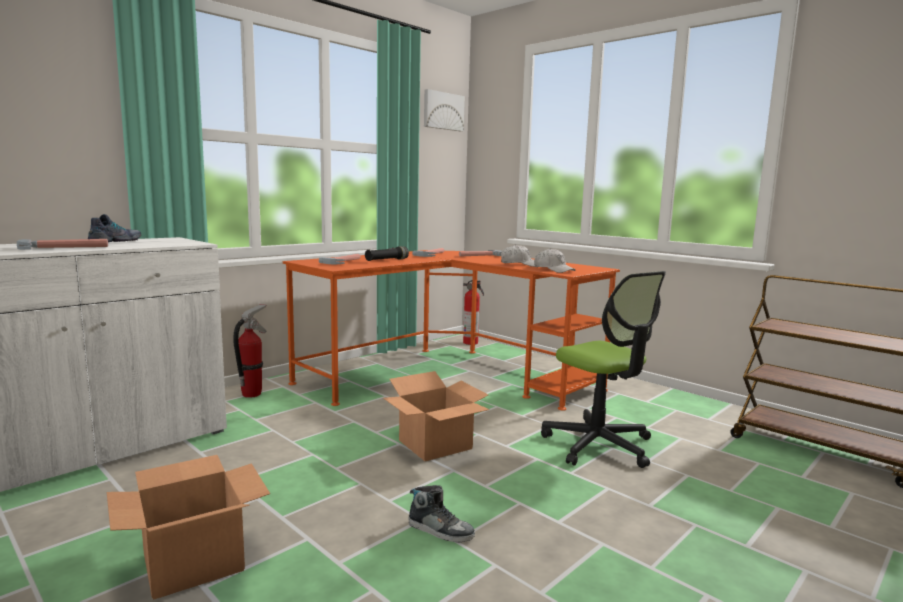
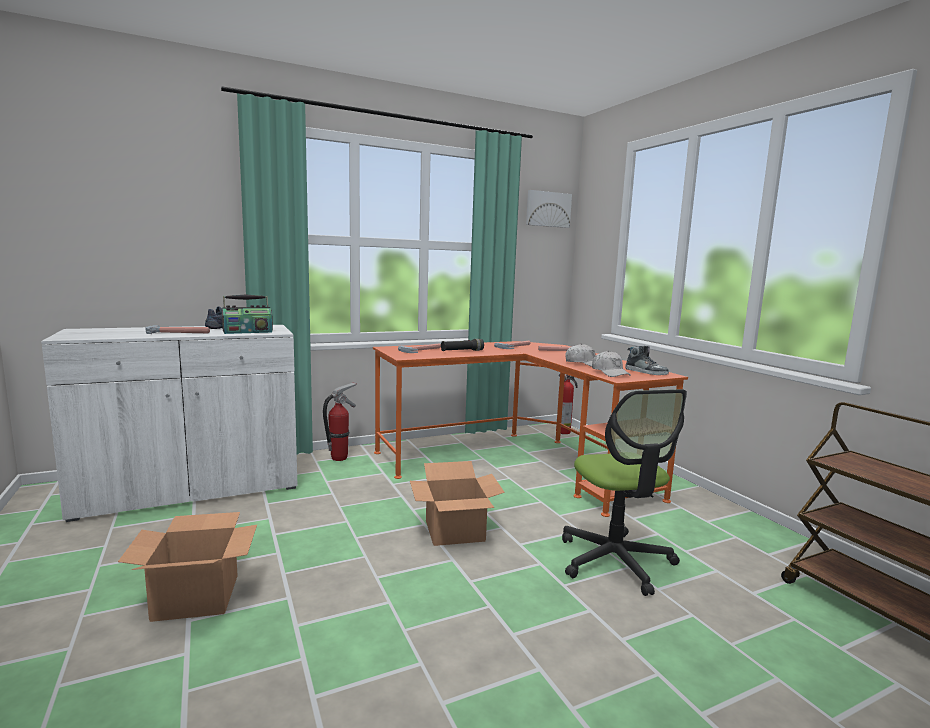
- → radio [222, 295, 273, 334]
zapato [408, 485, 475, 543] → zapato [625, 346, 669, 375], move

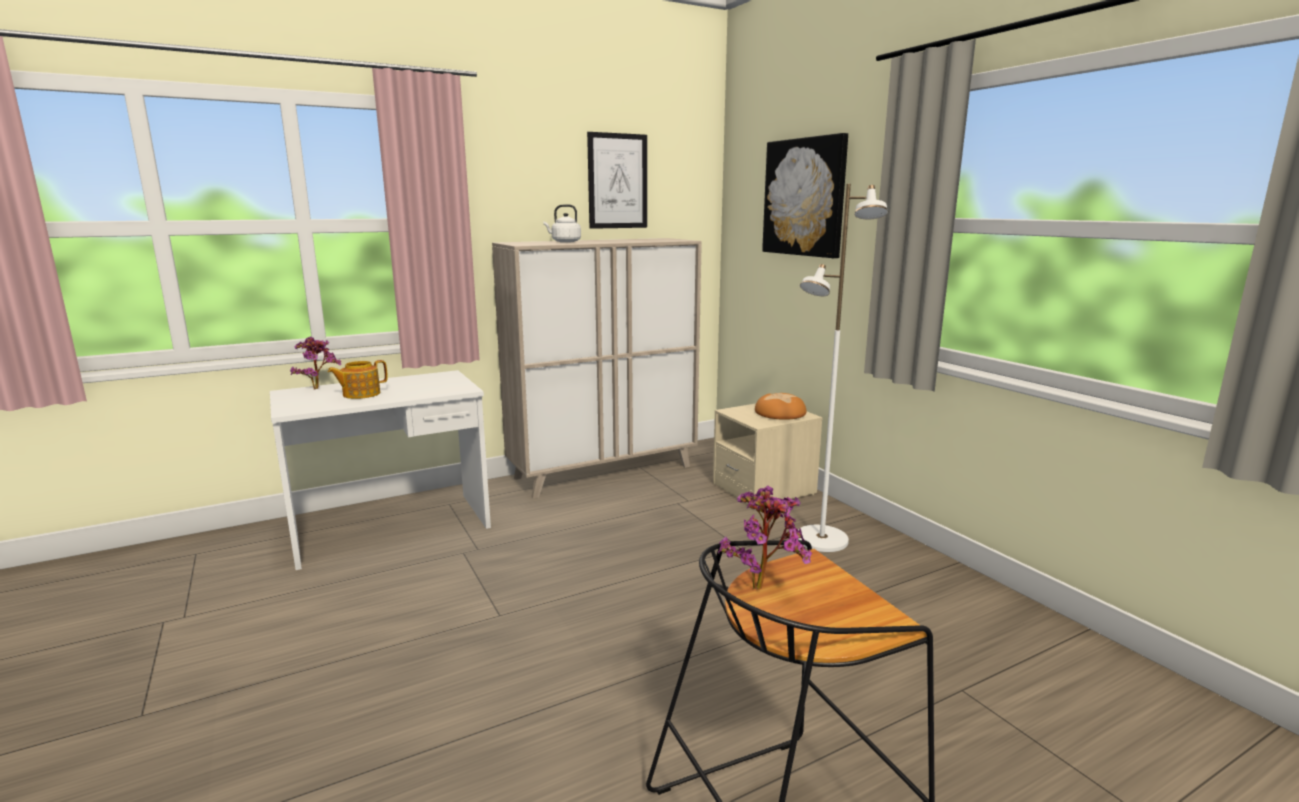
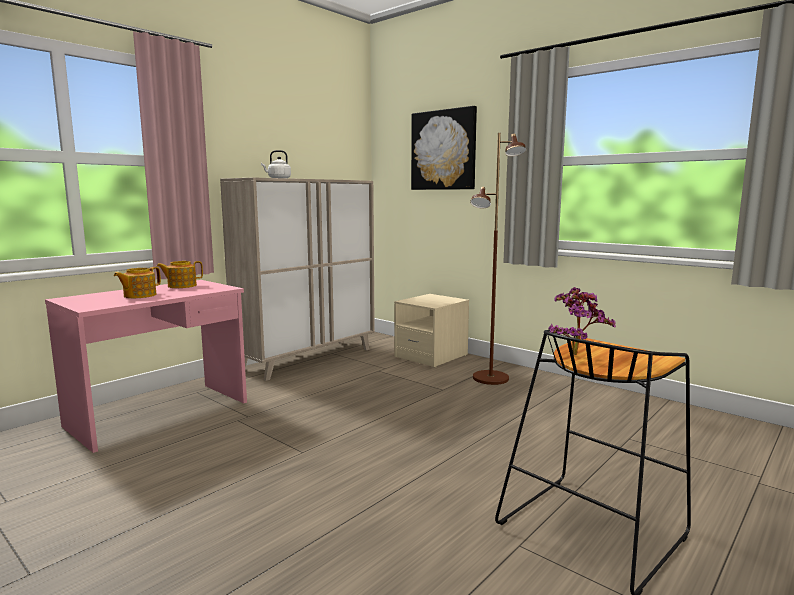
escritorio/blanco [270, 370, 491, 570] → escritorio/rosa [45, 280, 247, 453]
- → tetera [156, 261, 203, 288]
lámpara de pie/blanco [798, 184, 888, 552] → lámpara de pie/marrón [470, 133, 527, 385]
planta en maceta [290, 337, 341, 389] → -
cuadro [587, 132, 647, 229] → -
pan [755, 393, 806, 420] → -

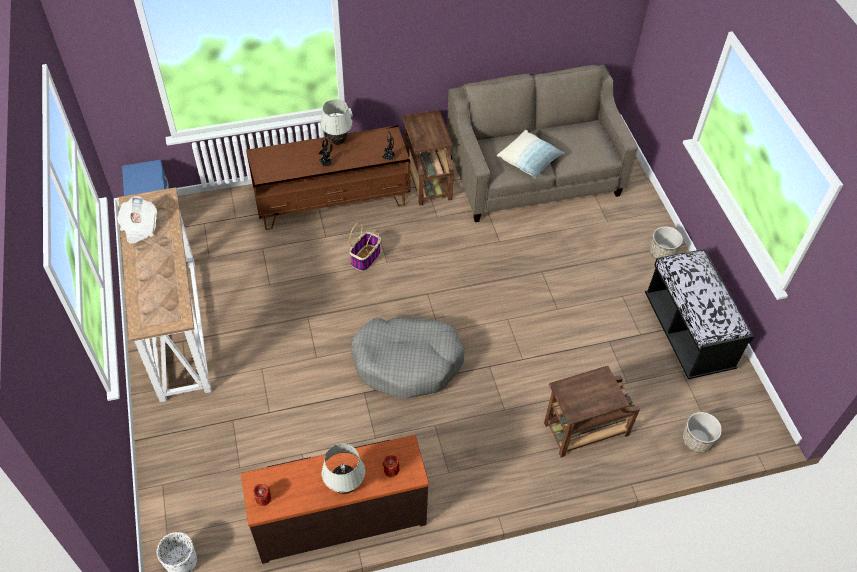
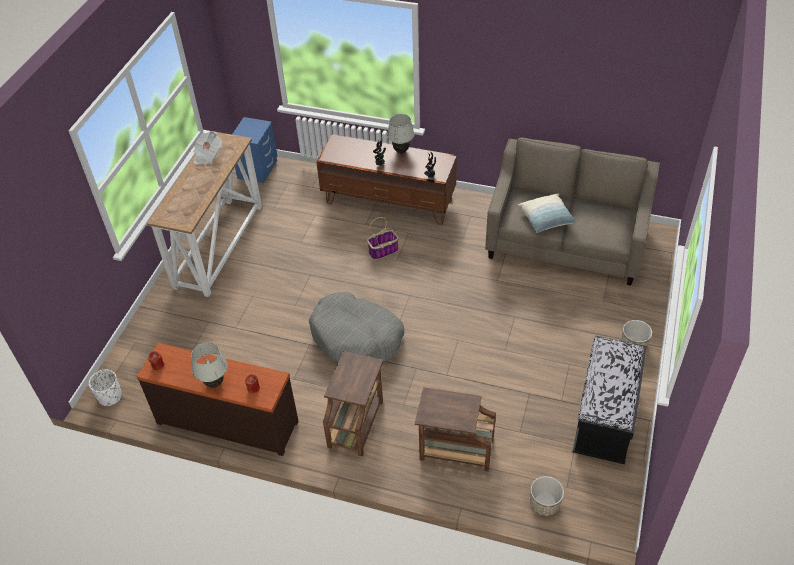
mesa auxiliar/marrón [402, 110, 454, 206] → mesa auxiliar/marrón [323, 351, 383, 456], move

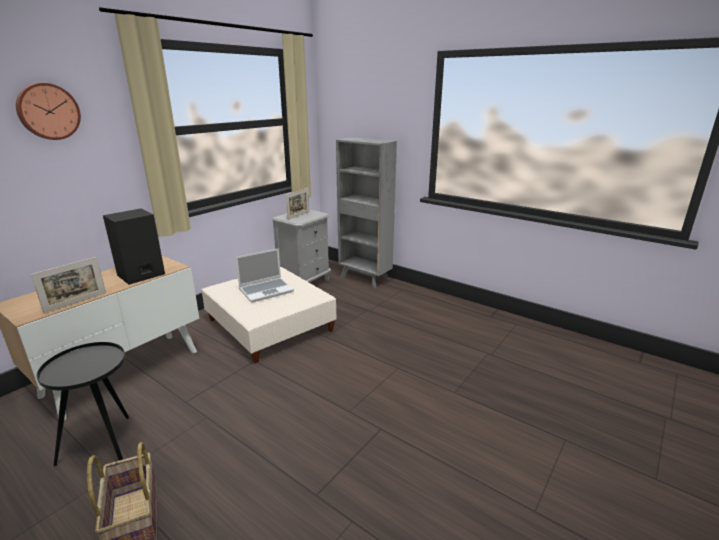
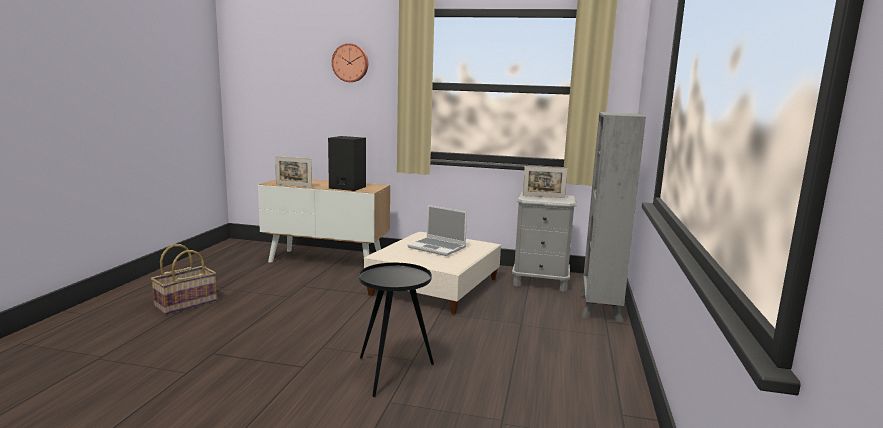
mesa auxiliar/negro [37, 342, 129, 466] → mesa auxiliar/negro [359, 263, 434, 397], move

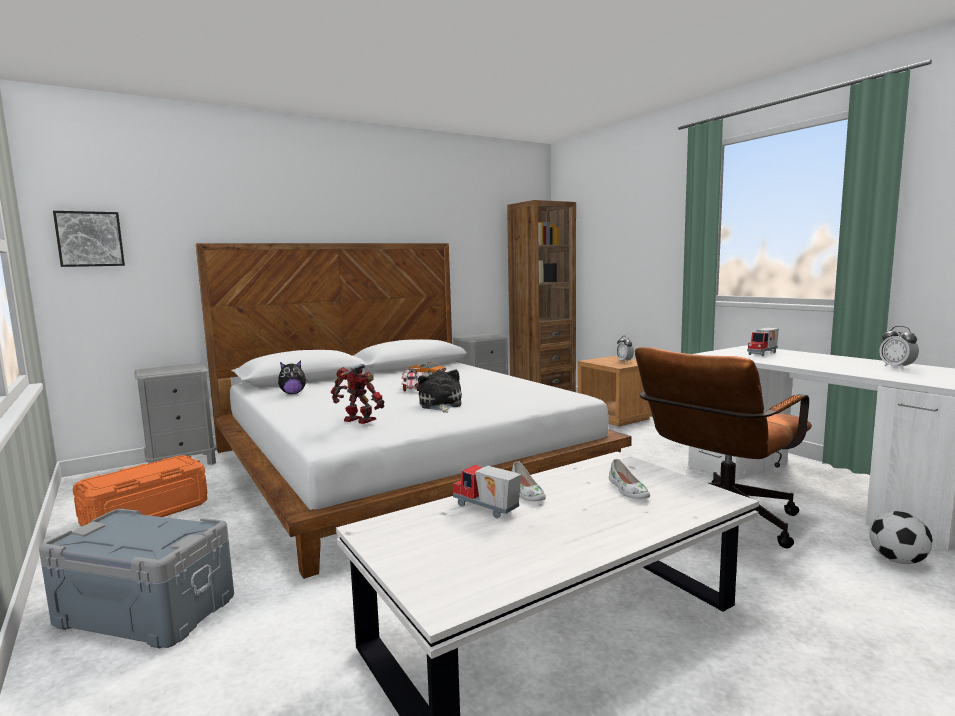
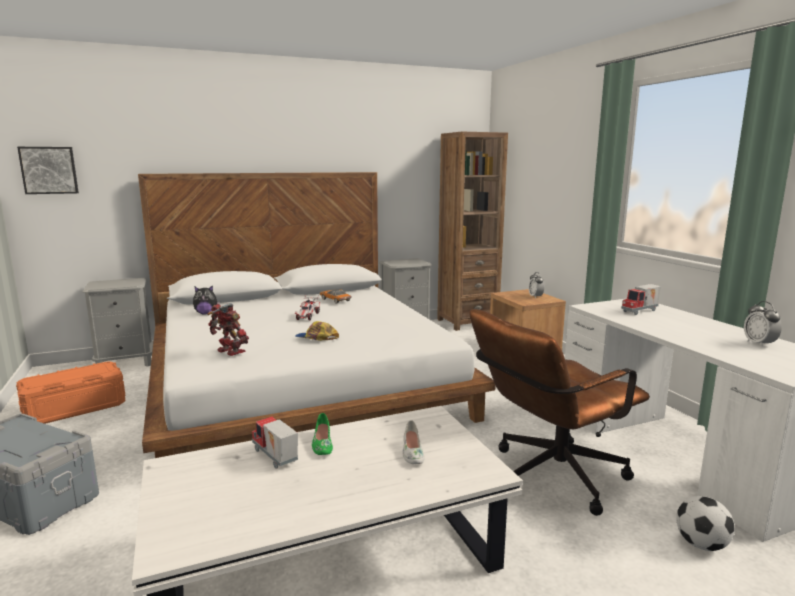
peluche [418, 369, 462, 413] → gorra [295, 321, 339, 341]
zapato/blanco [512, 461, 546, 502] → zapato/verde [312, 413, 333, 455]

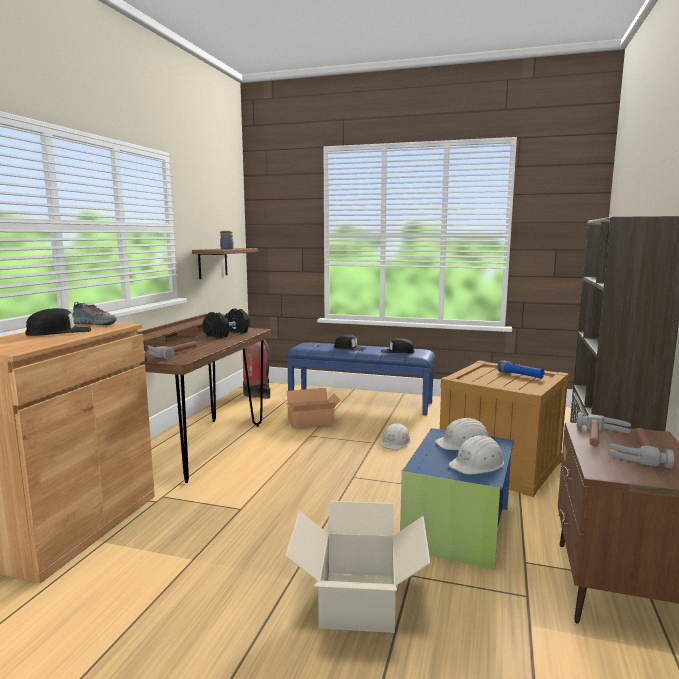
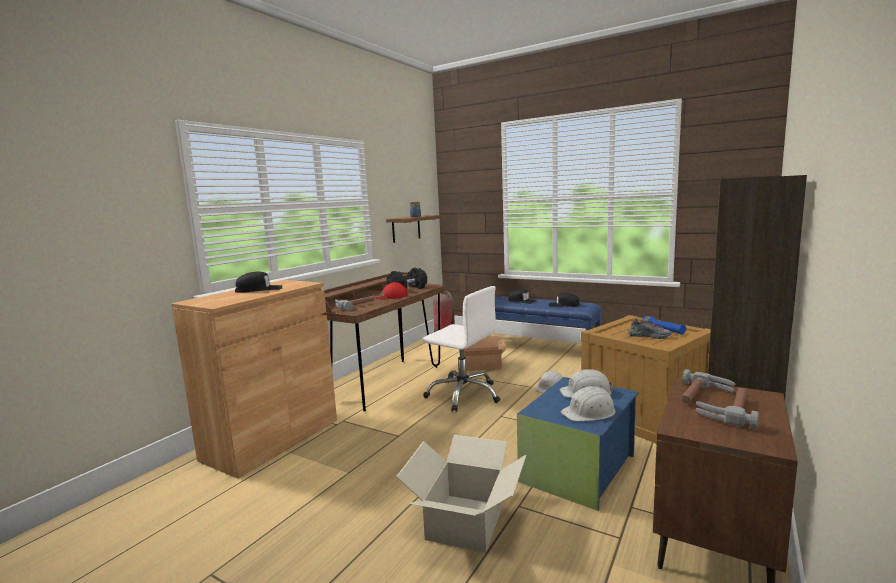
- → gorra/rojo [375, 282, 408, 300]
- → silla de oficina/blanco [423, 286, 500, 412]
zapato [72, 302, 117, 325] → zapato [628, 318, 672, 339], move

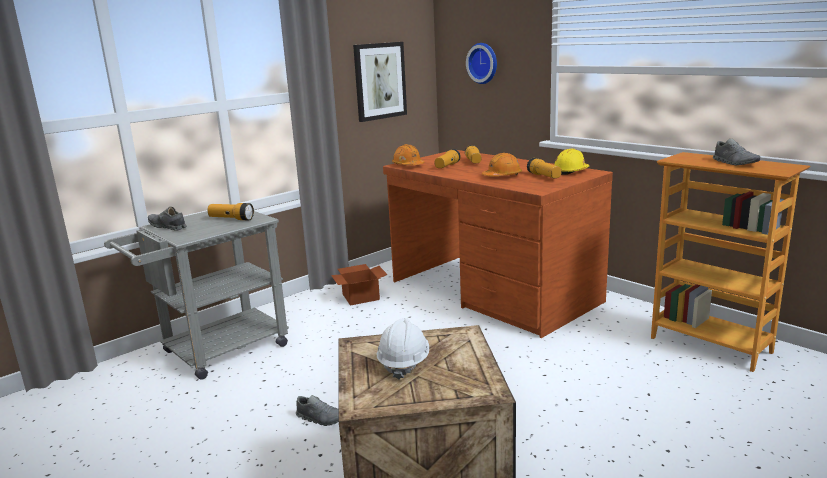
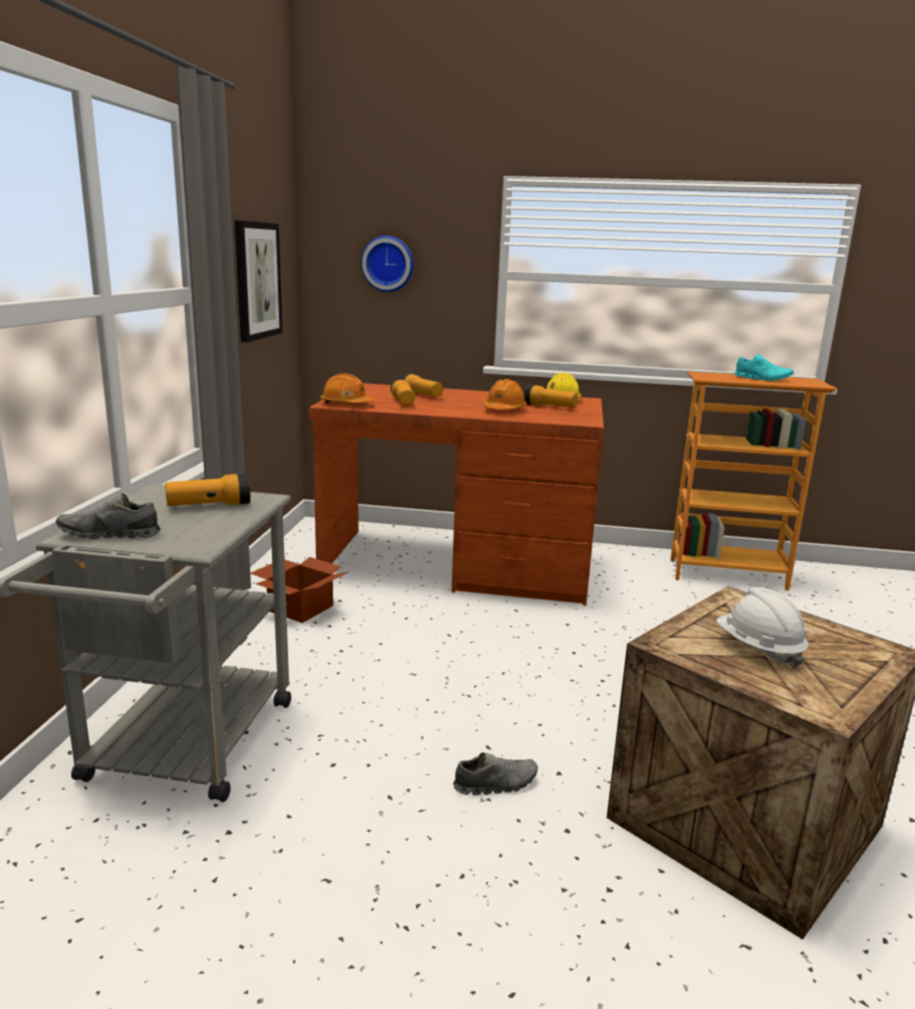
zapato/gris [713, 138, 760, 166] → zapato/turquesa [734, 353, 794, 381]

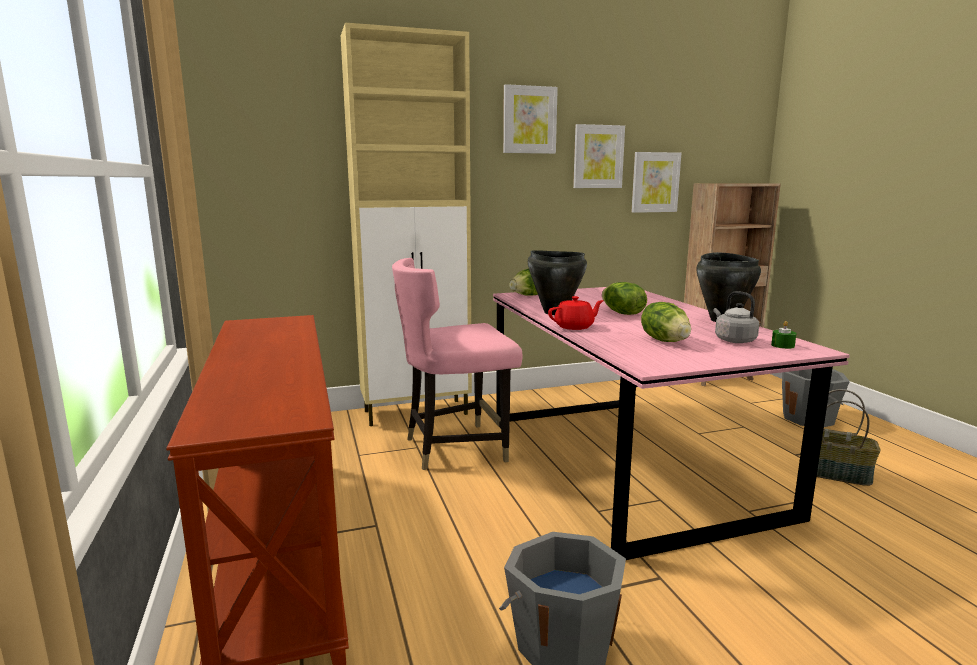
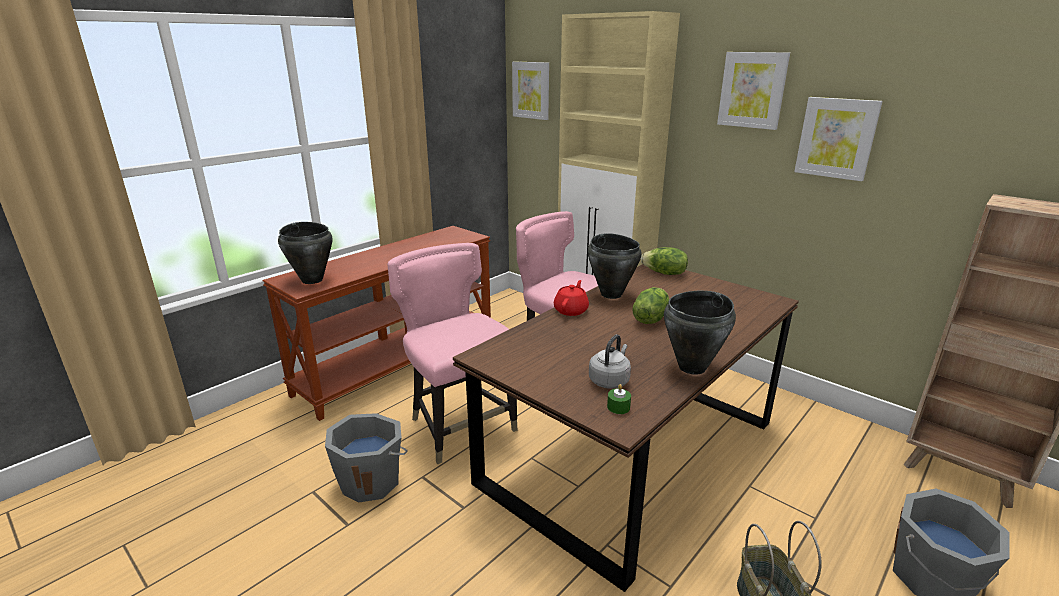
- → olla/negro [278, 222, 332, 284]
- → silla/rosa [388, 243, 517, 464]
mesa de comedor/rosa [493, 287, 850, 560] → mesa de comedor/marrón [453, 264, 799, 592]
cuadro [631, 152, 681, 213] → cuadro [512, 62, 549, 120], move
tetera/rojo [548, 296, 604, 330] → tetera/rojo [554, 280, 589, 316], 105 degrees counterclockwise
lechuga [641, 302, 691, 342] → -

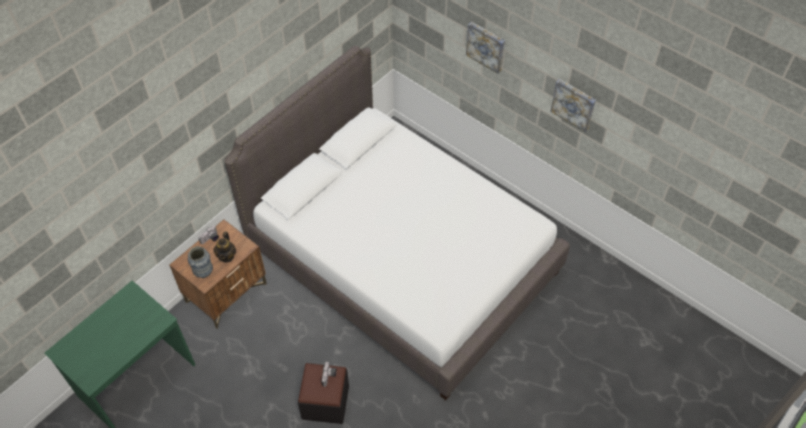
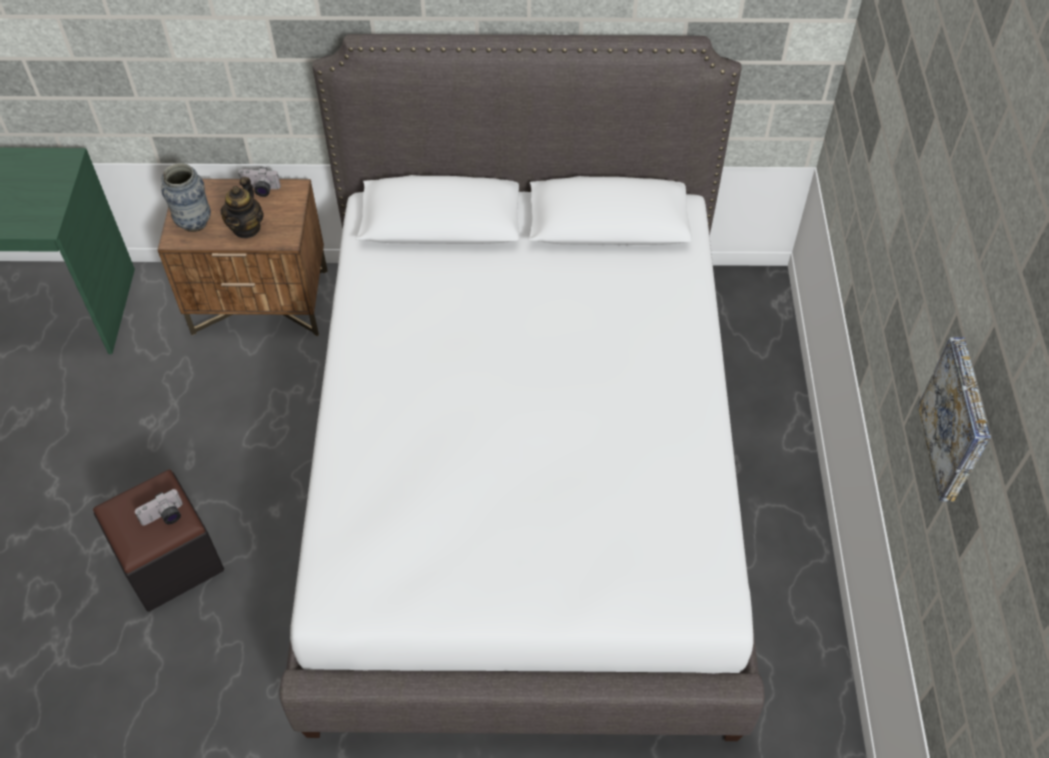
tetera [214, 231, 236, 263] → tetera [221, 177, 264, 238], 45 degrees counterclockwise
cuadro [466, 22, 505, 74] → -

